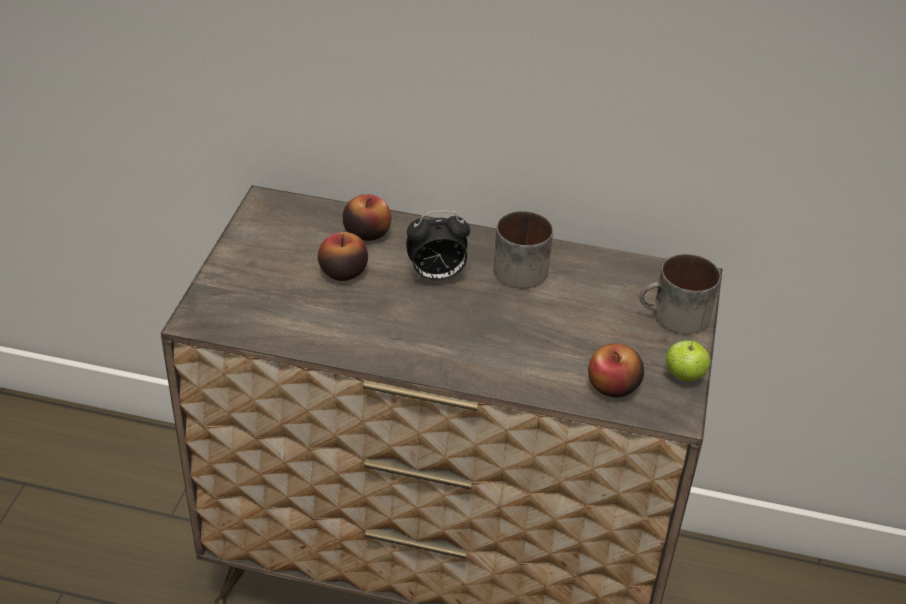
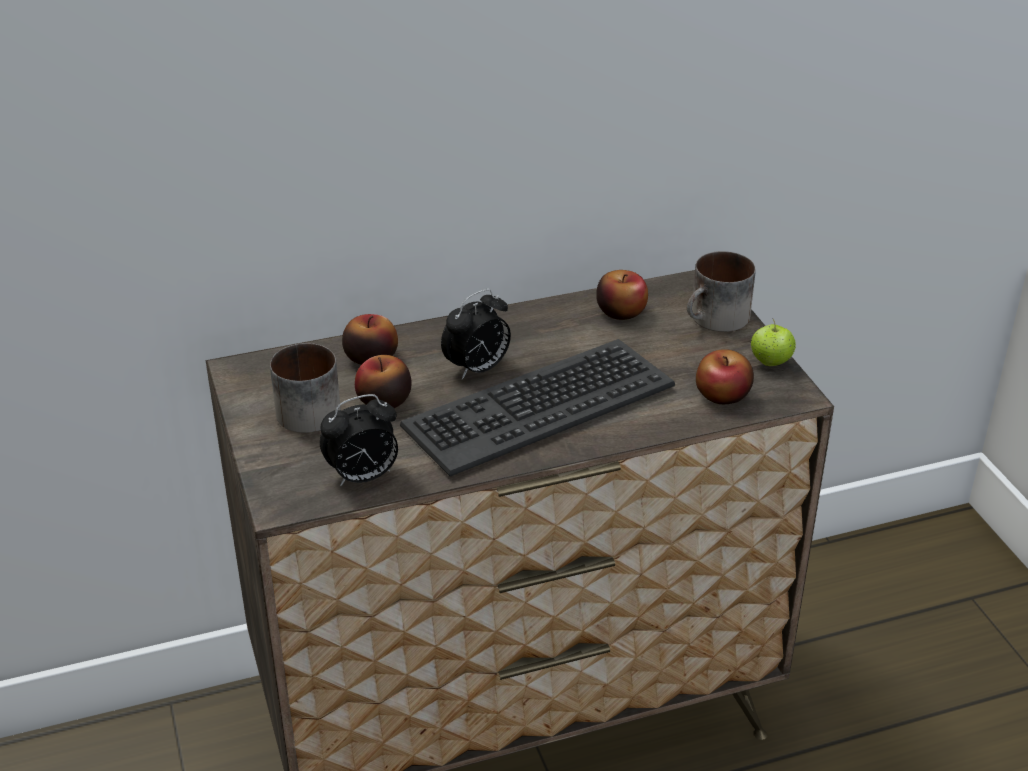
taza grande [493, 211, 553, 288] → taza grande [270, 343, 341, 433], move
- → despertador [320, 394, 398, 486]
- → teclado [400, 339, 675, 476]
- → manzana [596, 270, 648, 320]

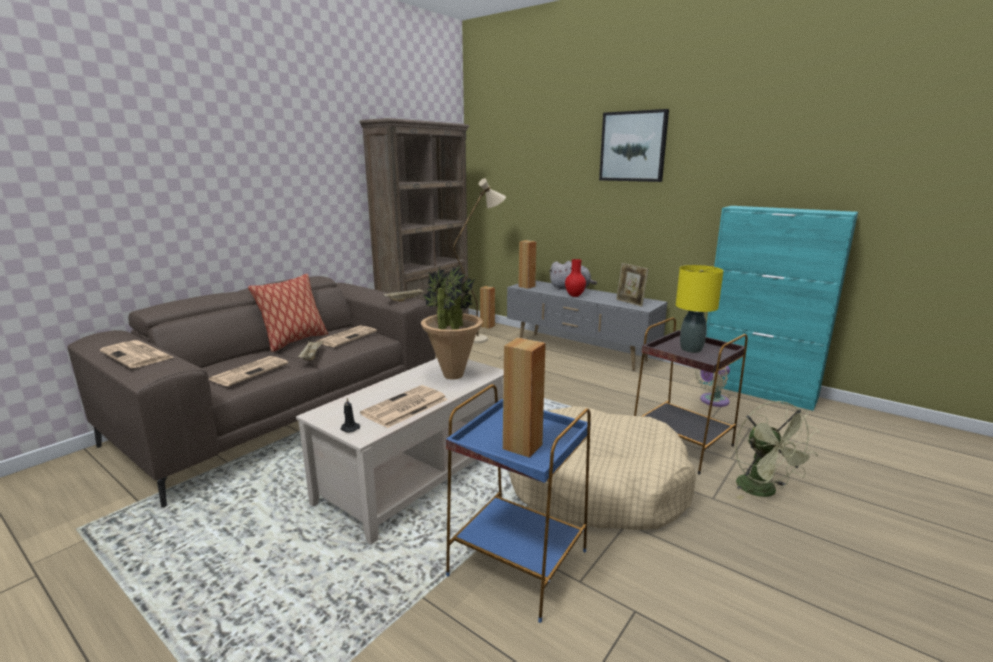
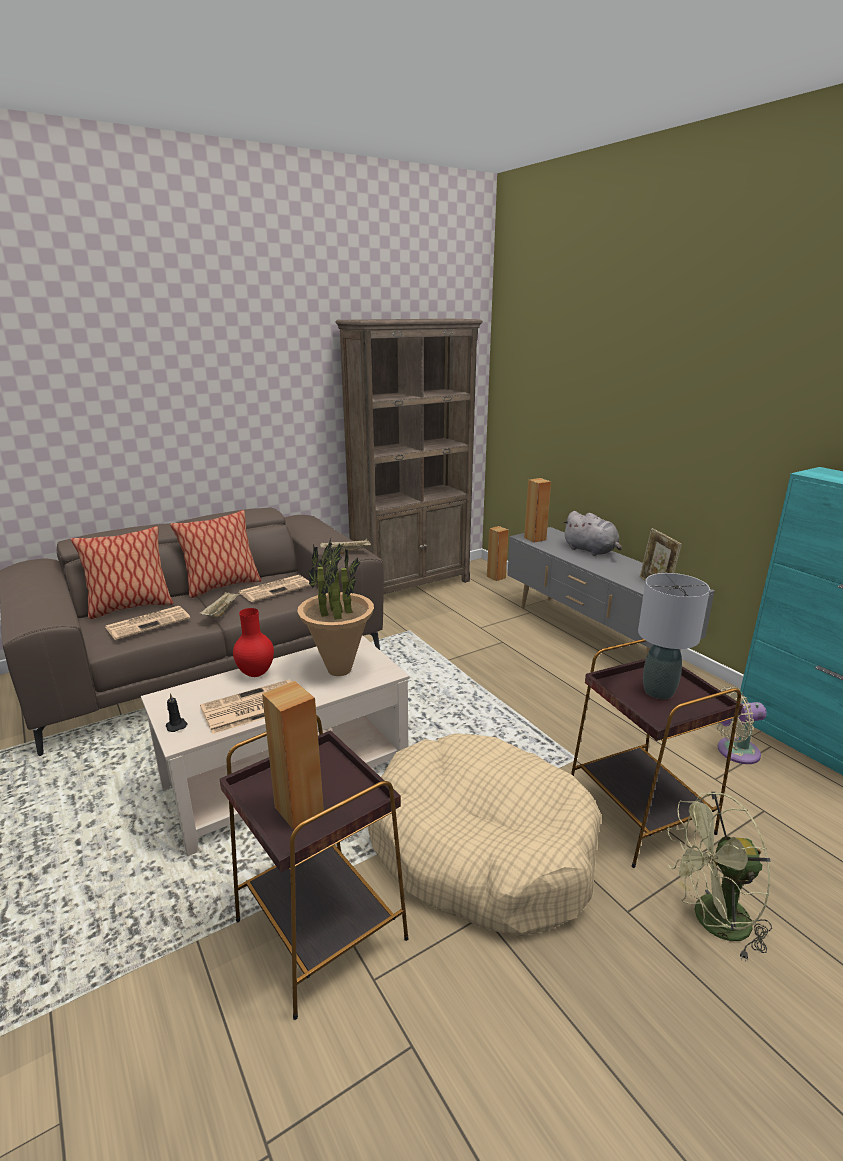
- → cojín [71, 526, 174, 619]
mesa auxiliar/azul [446, 384, 591, 623] → mesa auxiliar/marrón [219, 715, 409, 1020]
florero/rojo [565, 259, 586, 297] → florero/rojo [233, 608, 274, 677], move
lámpara de mesa/amarillo [676, 265, 723, 353] → lámpara de mesa/gris [638, 573, 710, 699]
ventilador/verde [736, 401, 820, 500] → ventilador/verde [667, 792, 772, 962], 75 degrees clockwise
periódico [100, 340, 175, 368] → -
lámpara de pie/beis [453, 178, 506, 343] → -
cuadro [599, 109, 669, 182] → -

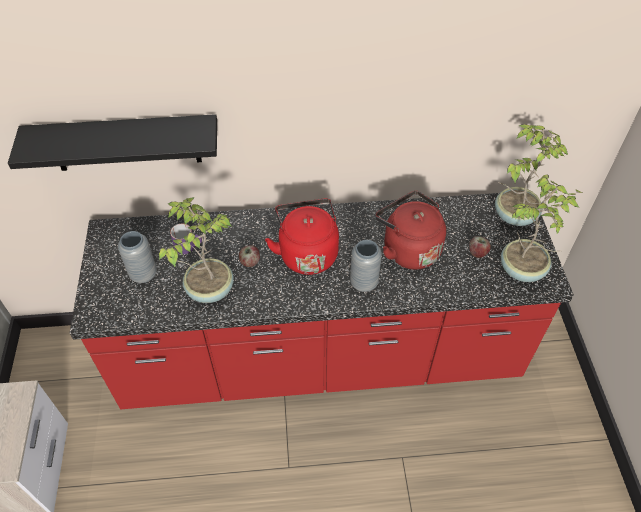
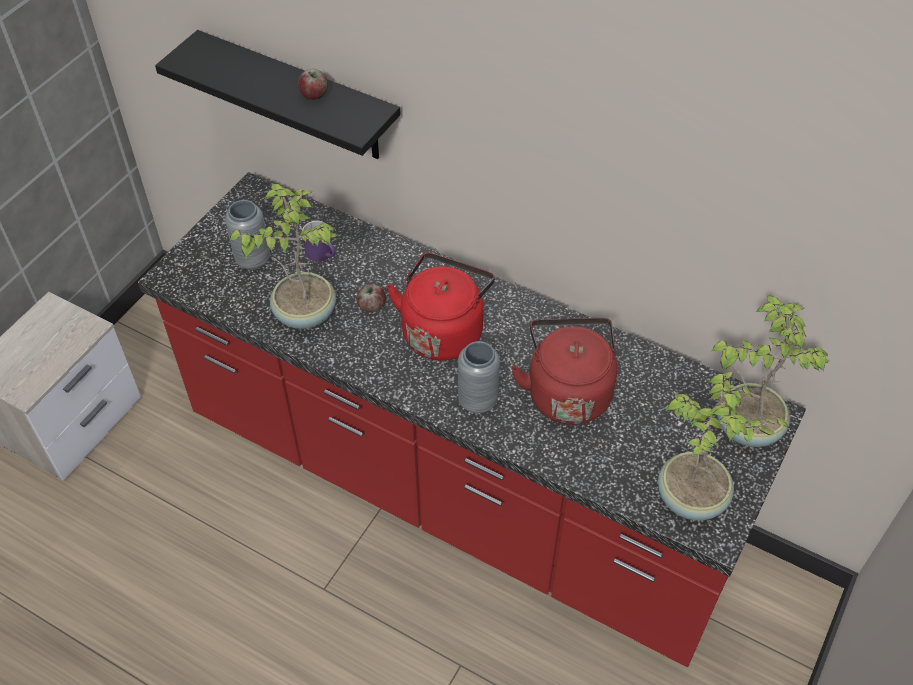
manzana [469, 236, 491, 258] → manzana [298, 69, 328, 100], move

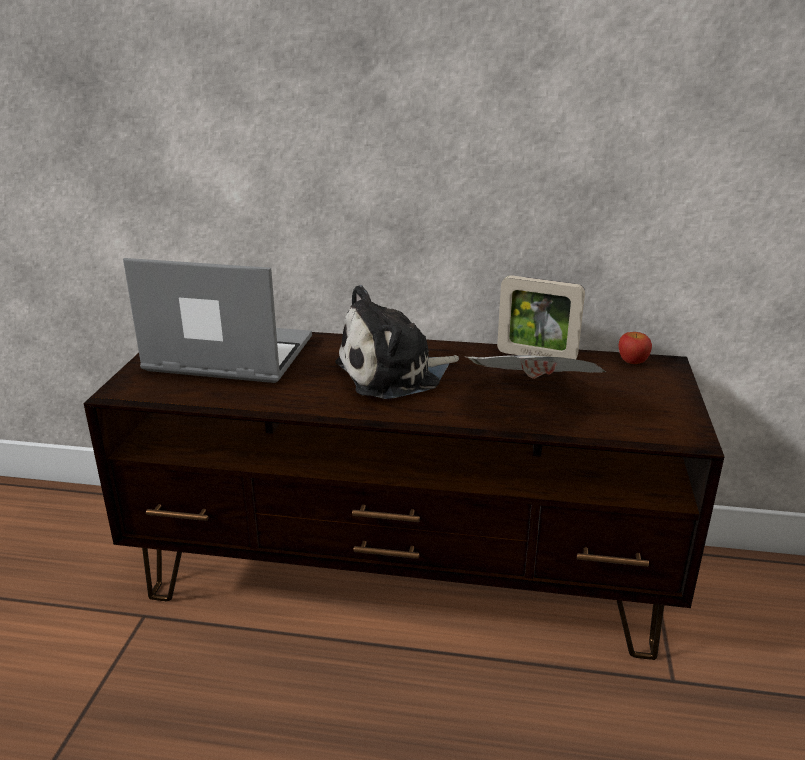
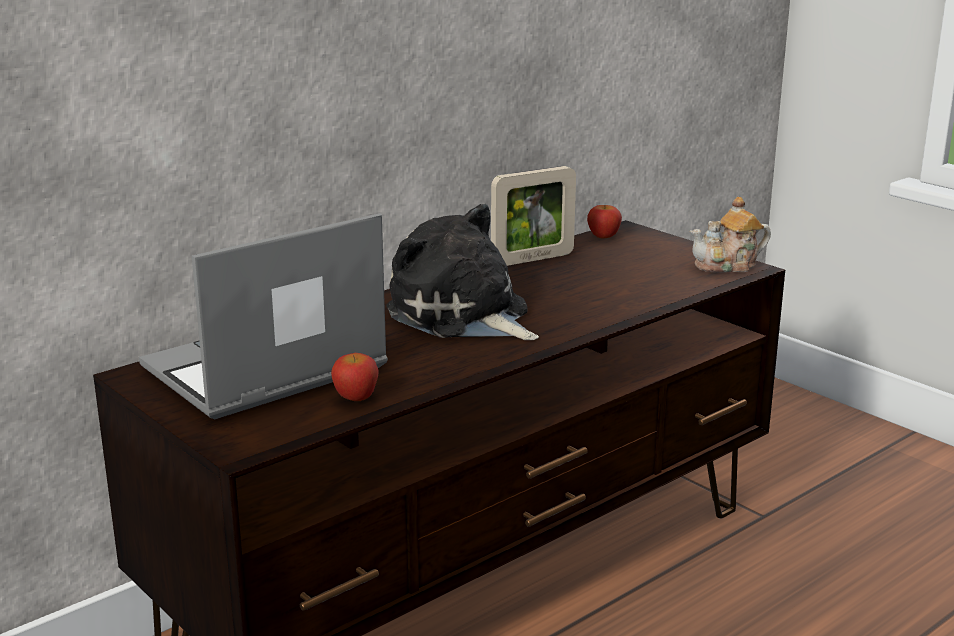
- → manzana [331, 353, 378, 401]
peluche [335, 285, 459, 399] → peluche [387, 204, 539, 340], 120 degrees clockwise
- → tetera [690, 197, 771, 273]
periódico [467, 355, 606, 379] → -

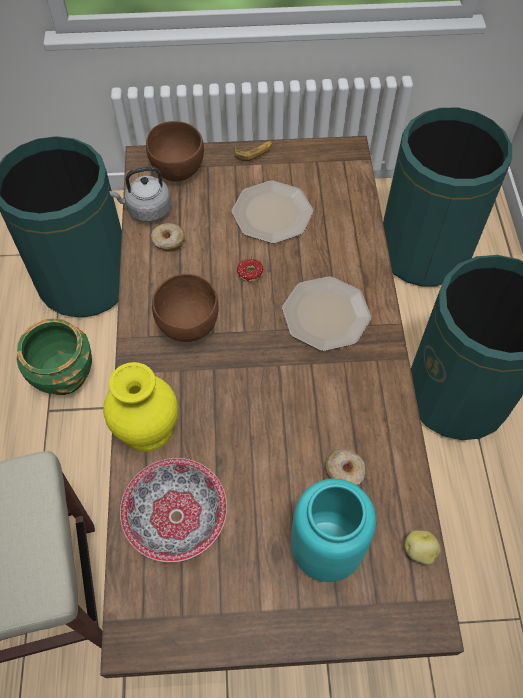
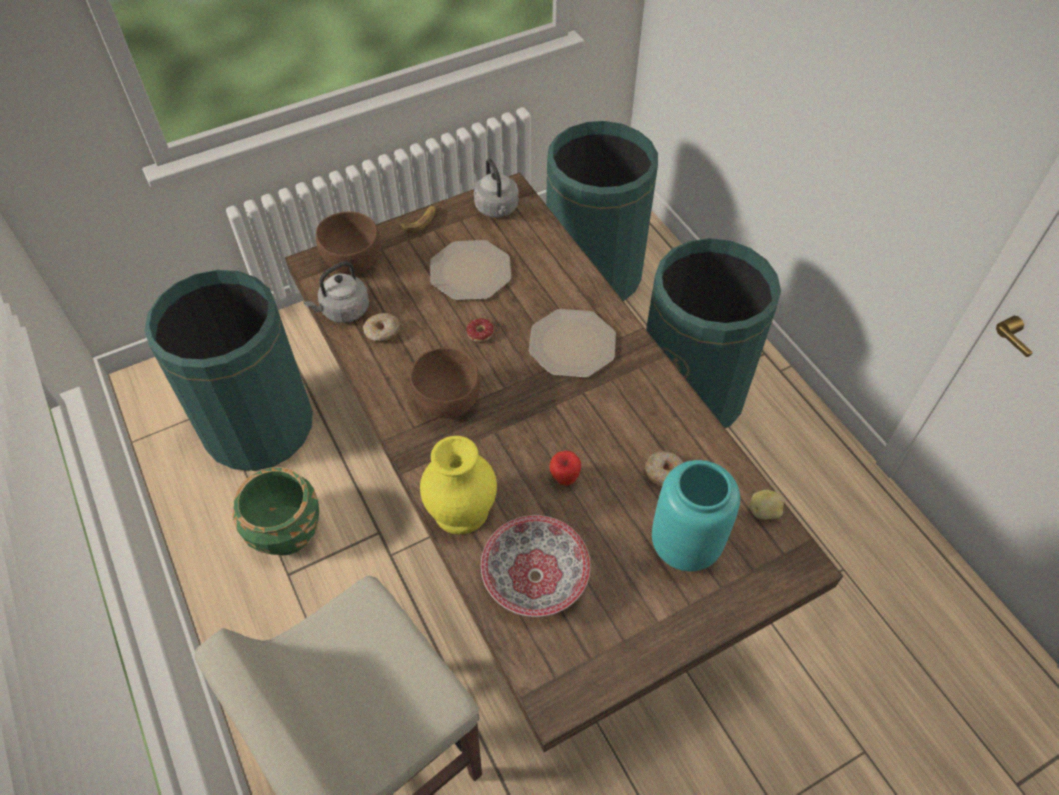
- → hervidor/gris [474, 159, 519, 218]
- → manzana [550, 451, 581, 486]

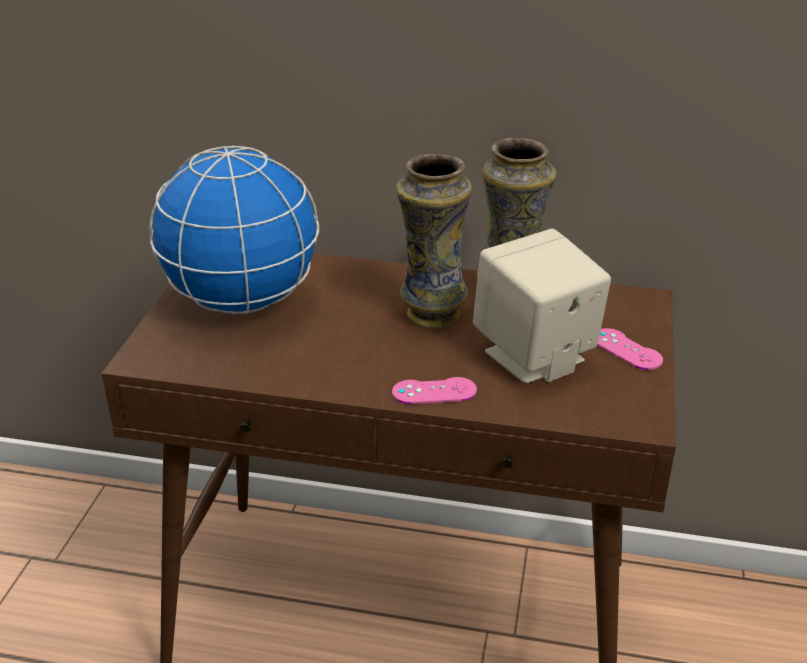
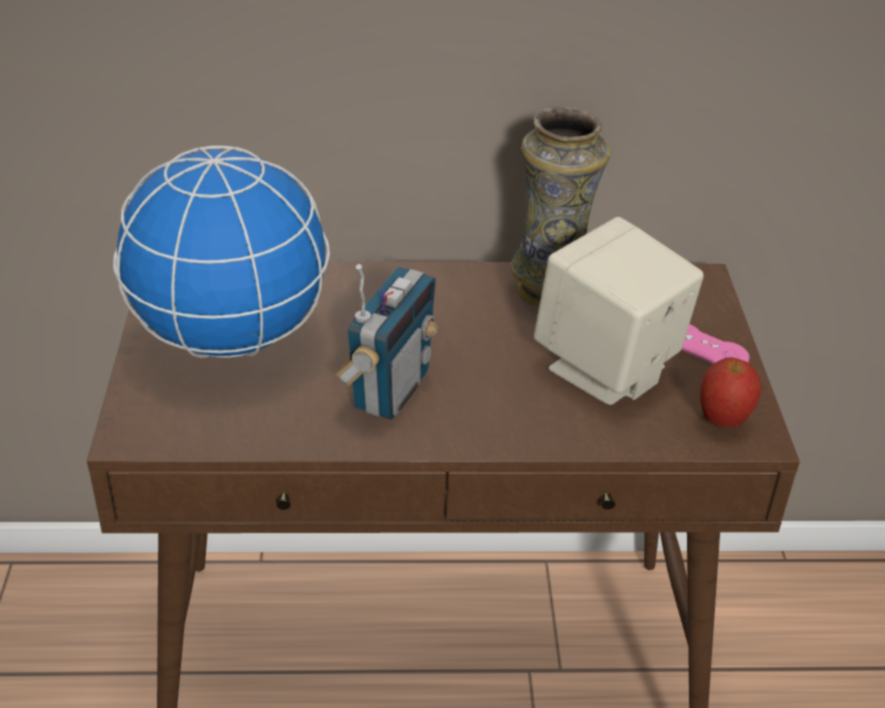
- → radio [335, 264, 438, 420]
- → manzana [700, 357, 762, 427]
mando de consola/rosa [392, 377, 477, 404] → -
florero [396, 154, 472, 328] → -

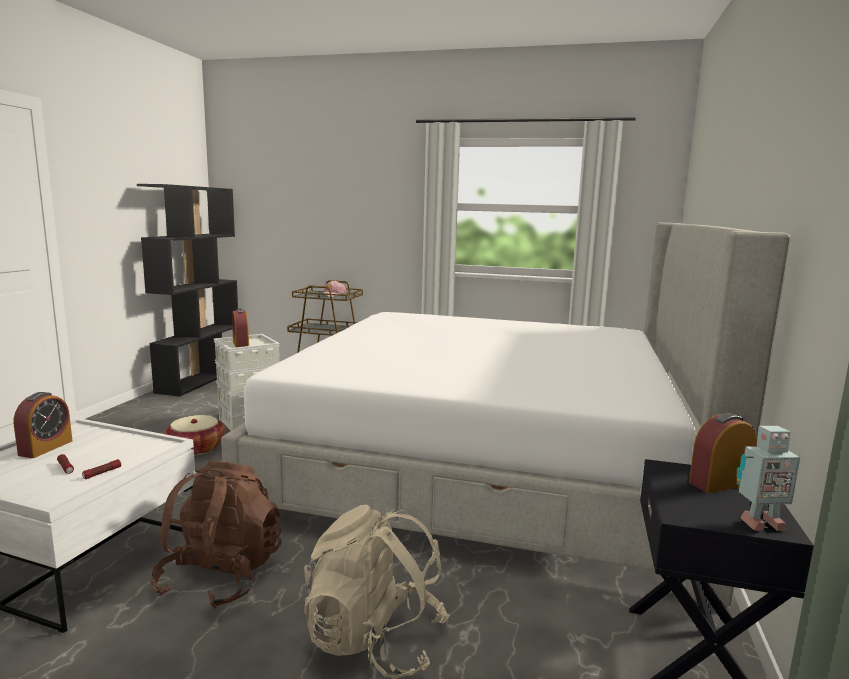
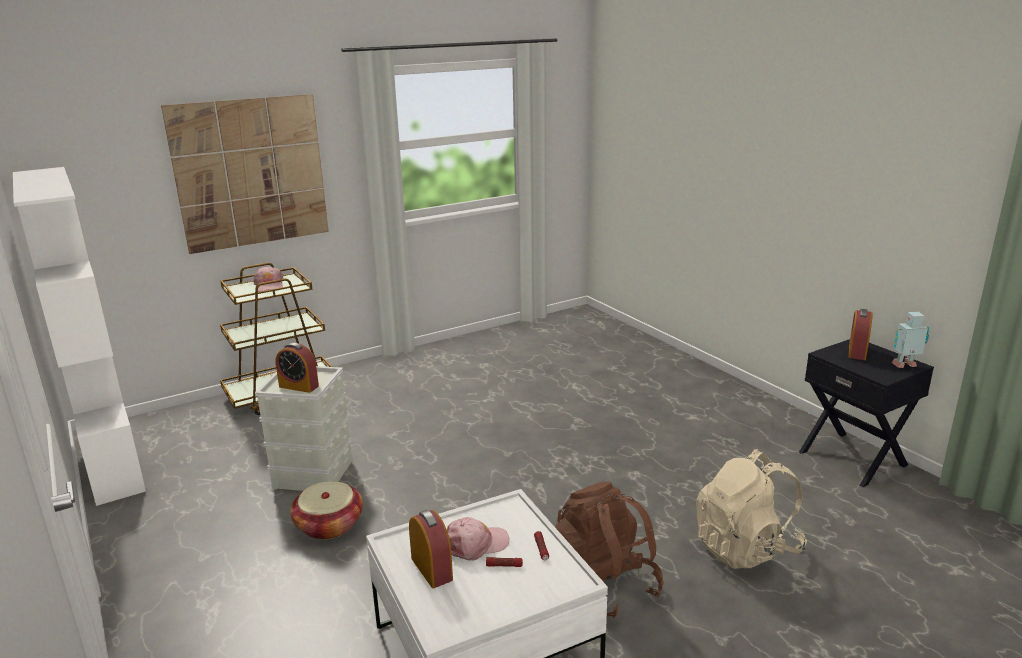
estantería/negro [137, 184, 238, 397] → estantería/blanco [13, 167, 146, 506]
- → cuadro [161, 94, 329, 254]
- → gorra/rosa [447, 517, 509, 561]
robot de juguete [737, 426, 800, 531] → robot de juguete [892, 312, 929, 368], 135 degrees counterclockwise
cama [221, 223, 791, 606] → -

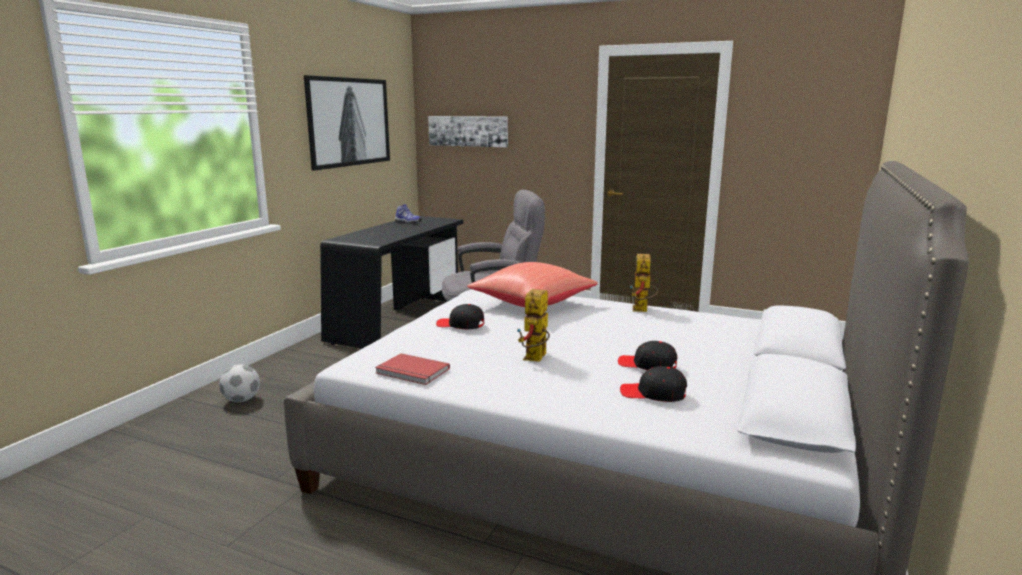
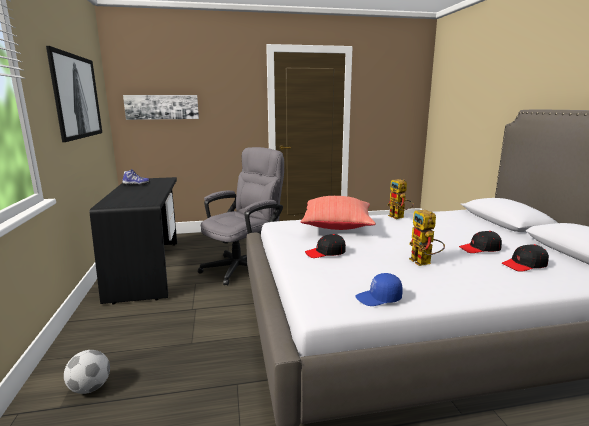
libro/rojo [375, 353, 450, 385] → gorra/azul [356, 273, 403, 306]

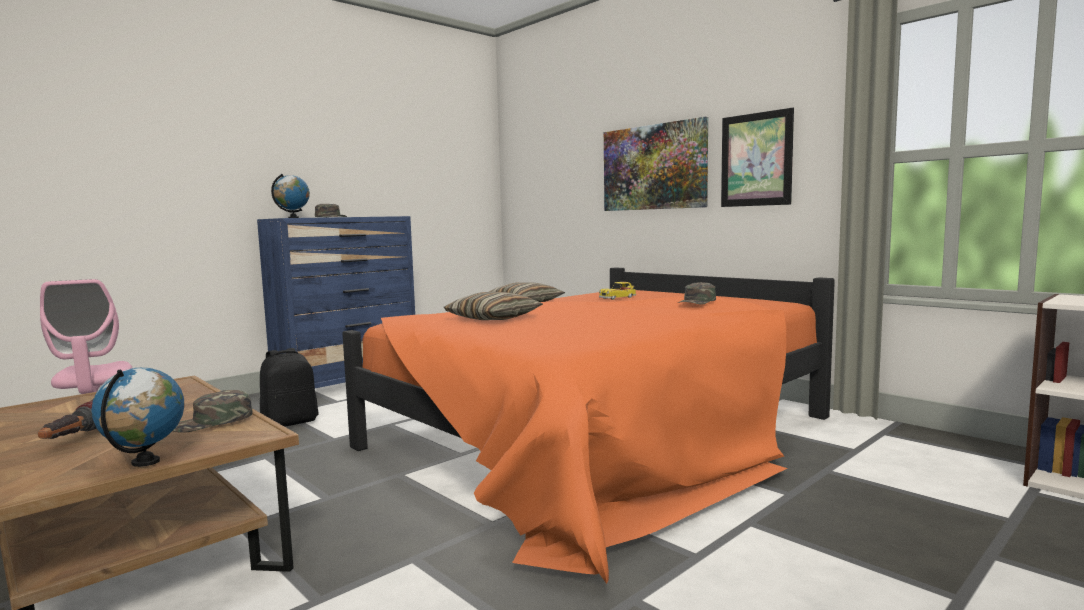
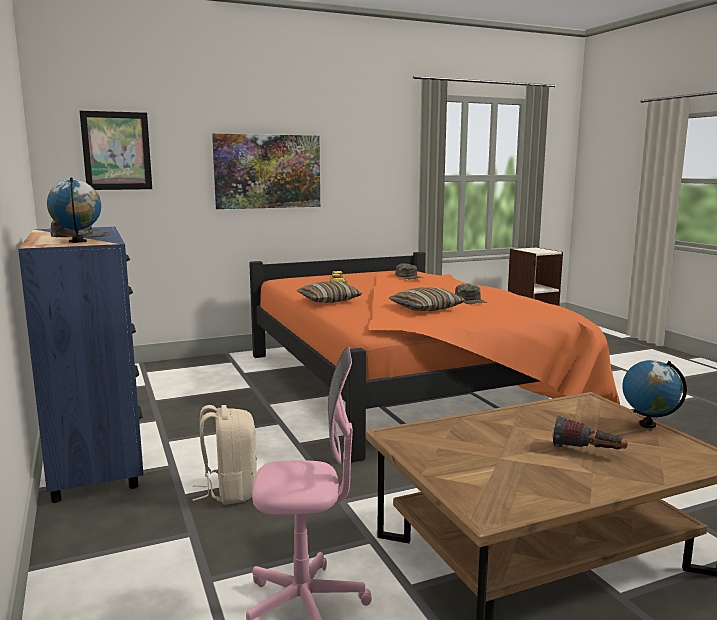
cuadro [721, 108, 794, 207] → cuadro [79, 111, 152, 190], move
mochila/negro [260, 348, 319, 427] → mochila/beis [192, 405, 257, 505]
gorra/verde [173, 390, 252, 433] → gorra/verde [455, 284, 487, 304], move

